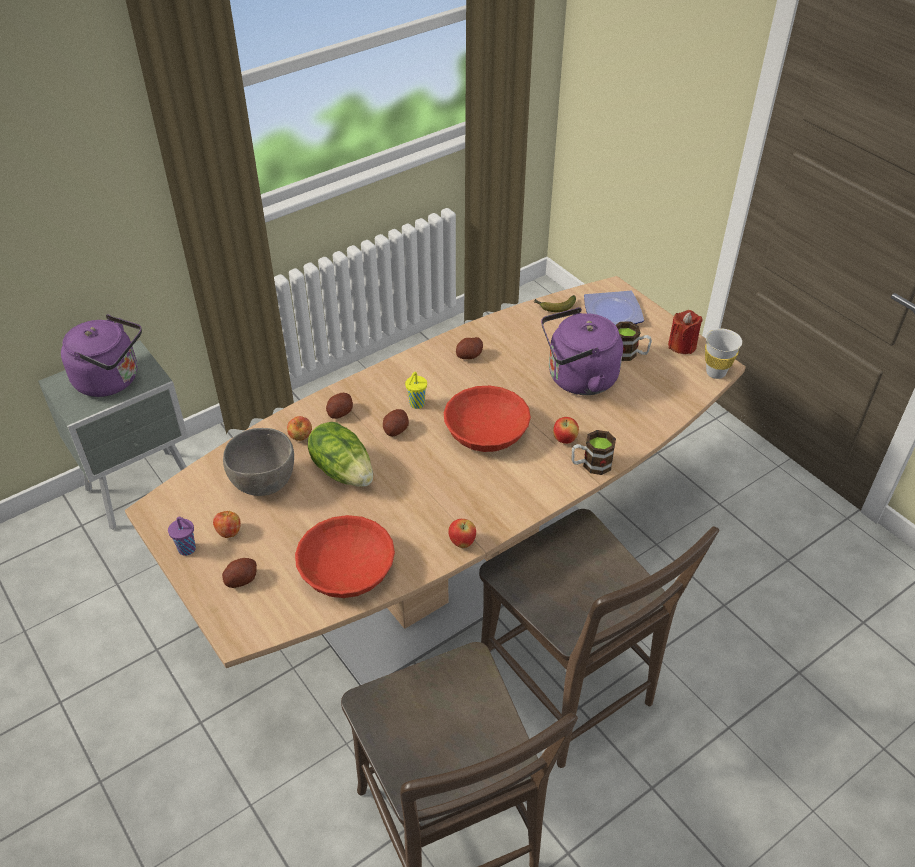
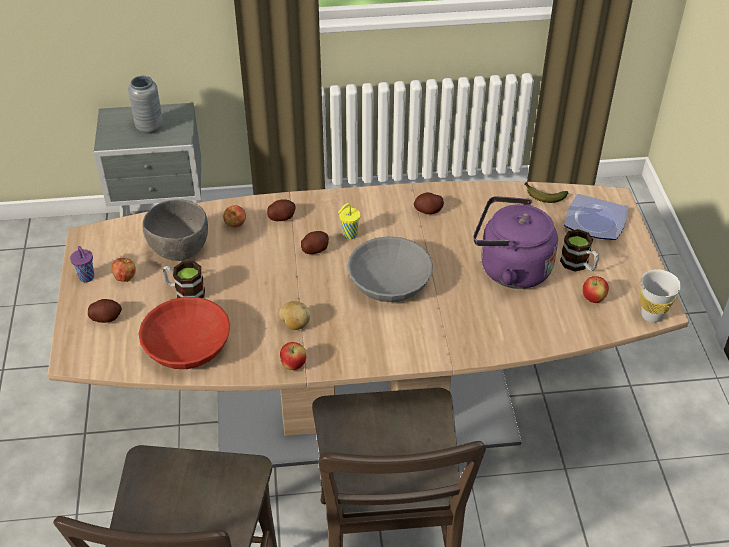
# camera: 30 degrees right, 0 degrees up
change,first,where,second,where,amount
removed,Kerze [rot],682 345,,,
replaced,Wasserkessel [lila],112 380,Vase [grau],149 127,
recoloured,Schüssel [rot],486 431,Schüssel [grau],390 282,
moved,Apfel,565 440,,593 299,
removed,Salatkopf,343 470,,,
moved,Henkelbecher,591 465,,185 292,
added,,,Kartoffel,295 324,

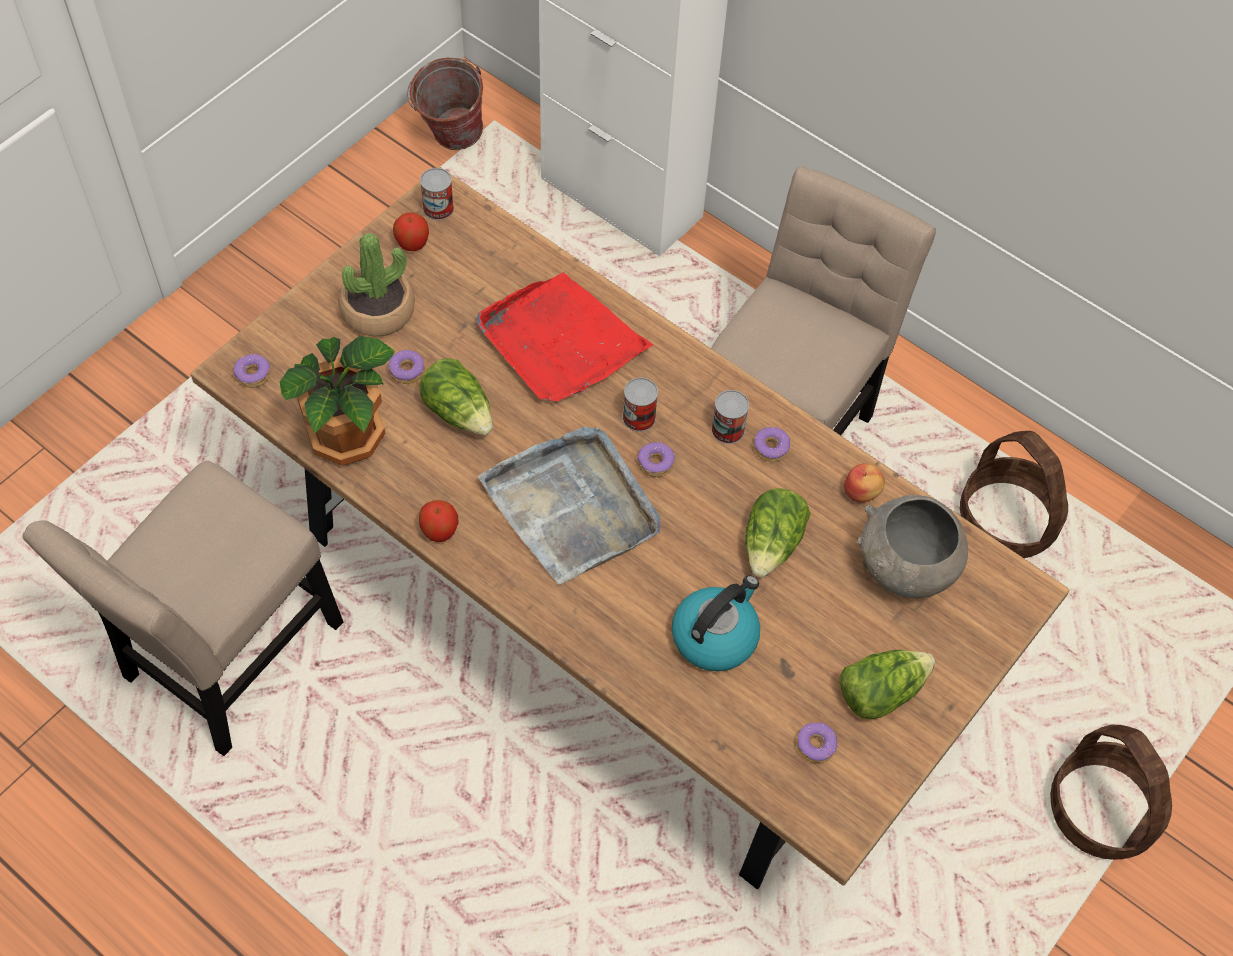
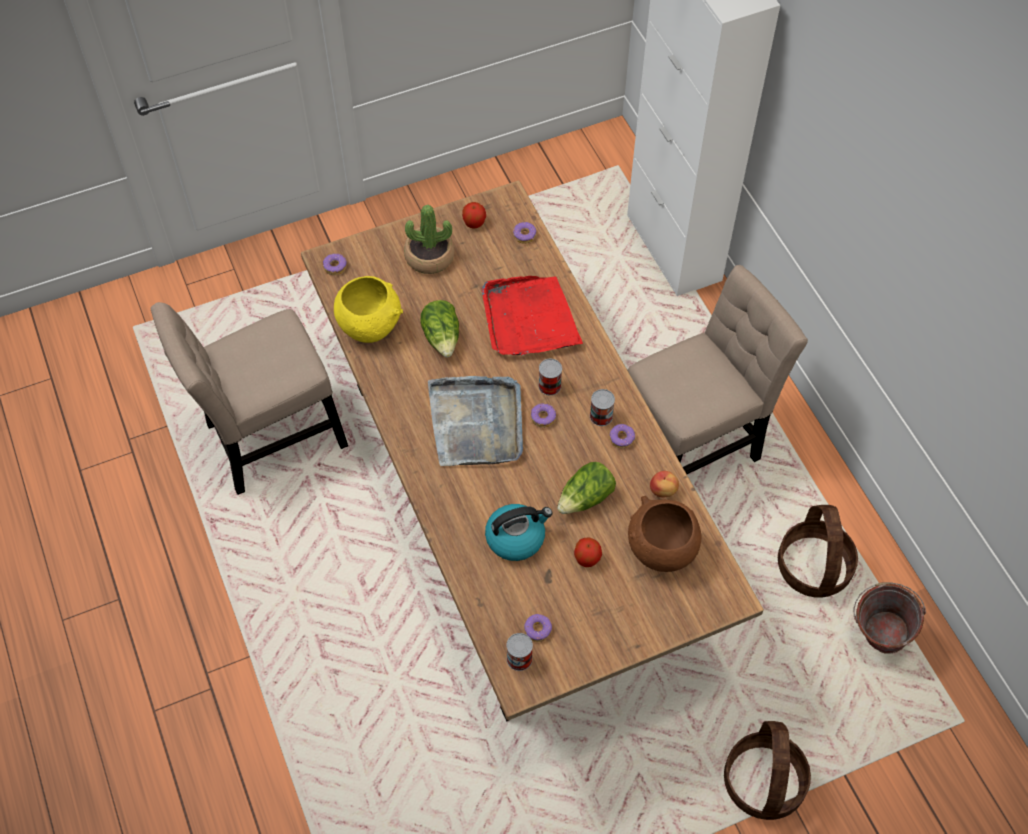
# camera: 30 degrees right, 0 degrees up
change,first,where,second,where,amount
moved,Eimer,449 140,,875 638,
moved,Dose,438 208,,519 658,
replaced,Topfpflanze,350 436,Schüssel [gelb],369 326,
moved,Donut,407 371,,524 236,
recoloured,Schüssel [grau],905 570,Schüssel [braun],661 550,
moved,Apfel,439 530,,587 558,
removed,Salatkopf,880 691,,,

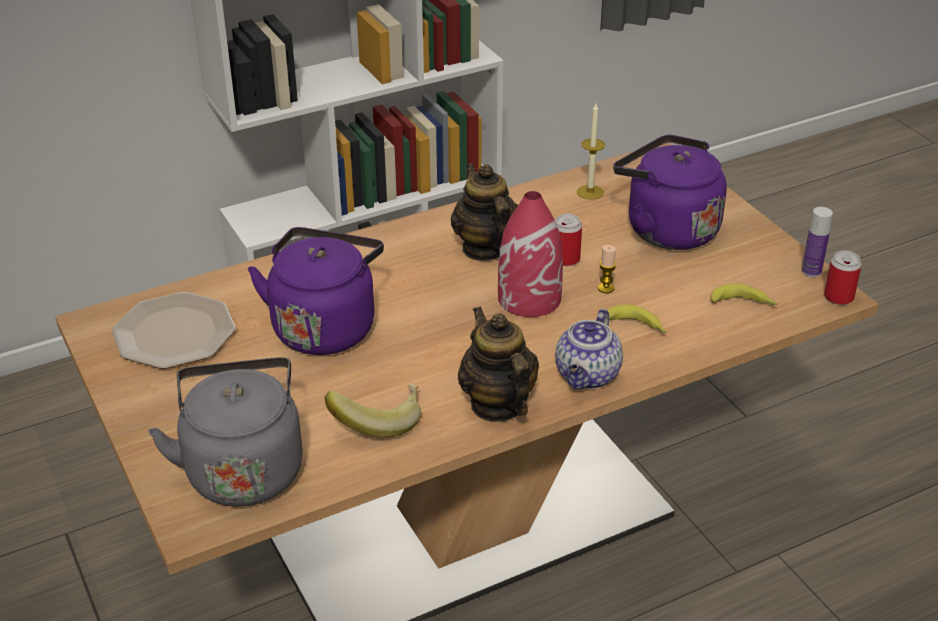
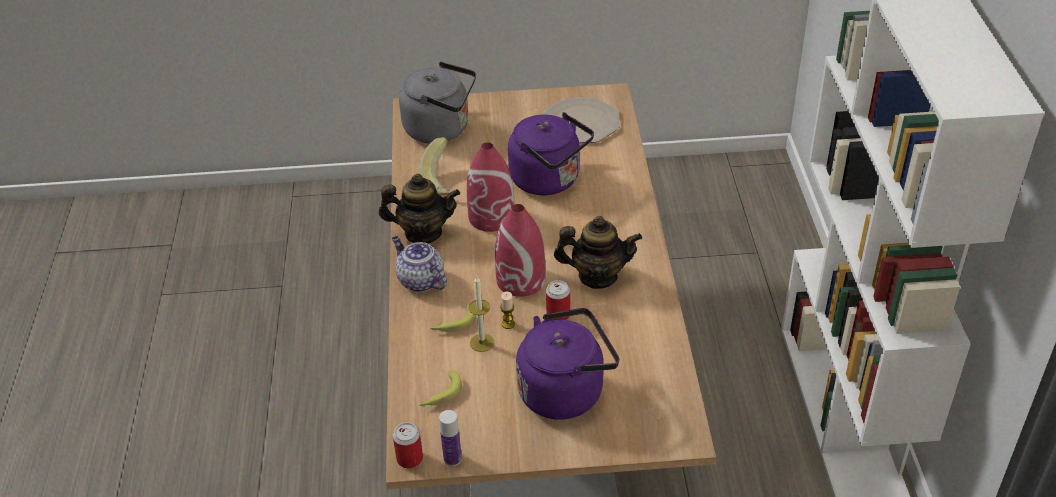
# camera: 115 degrees right, 5 degrees up
change,first,where,second,where,amount
moved,Kerze,590 192,,482 342,
added,,,Vase [rot],492 217,

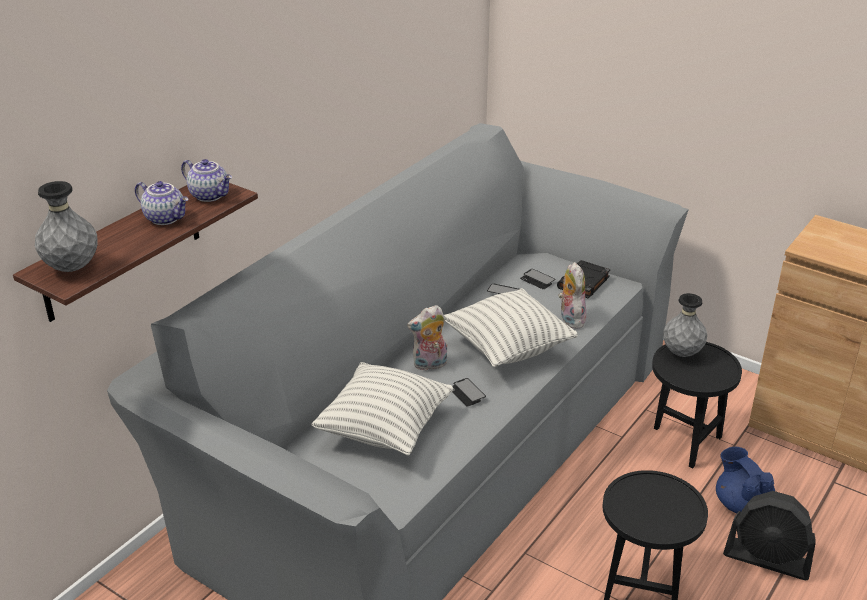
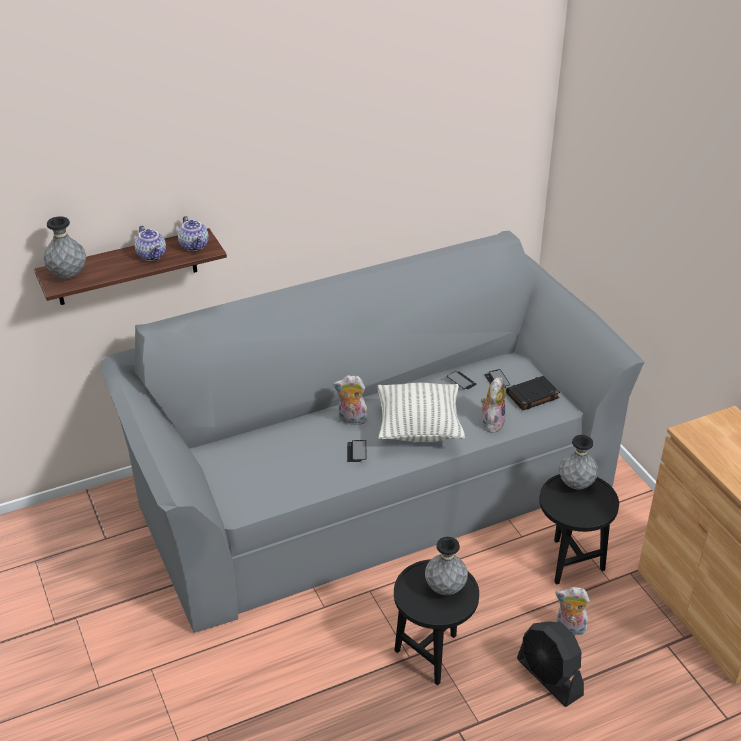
# camera: 30 degrees right, 5 degrees up
change,first,where,second,where,amount
removed,Kissen,384 429,,,
replaced,Teekanne [blau],741 504,Plüschtier,569 628,
added,,,Vase [grau],445 588,

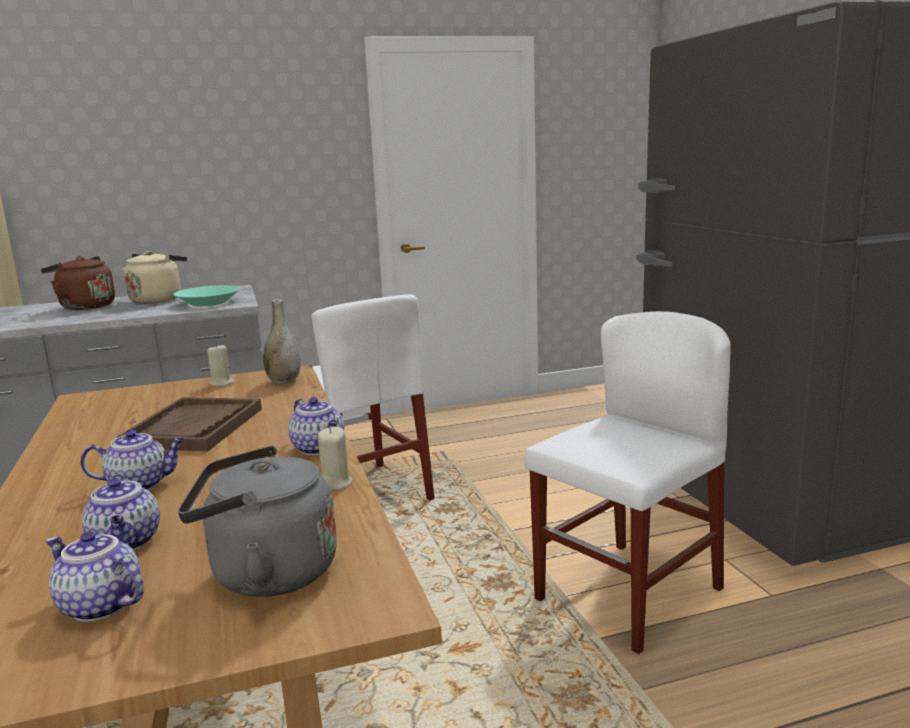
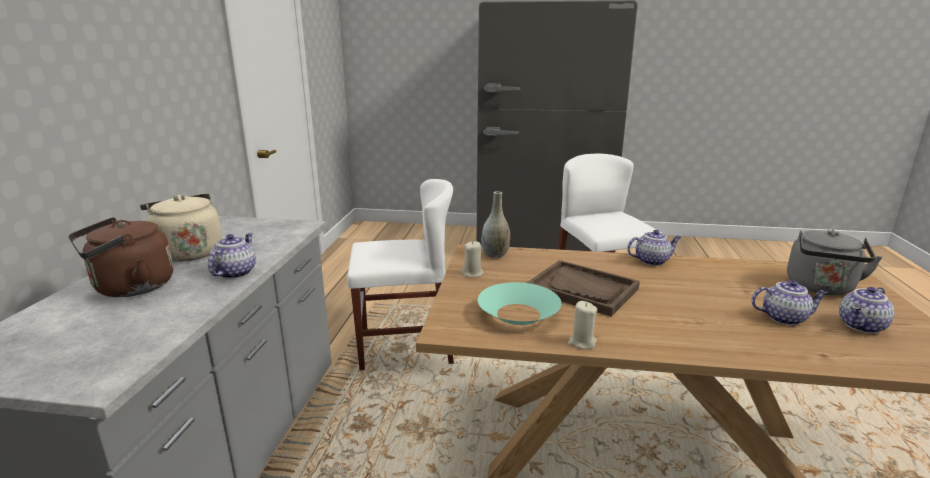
# camera: 65 degrees left, 5 degrees up
change,first,where,second,where,amount
moved,Schüssel [türkis],209 302,,518 314,
moved,Kerze [beige],335 483,,582 342,
moved,Teekanne,140 484,,235 272,

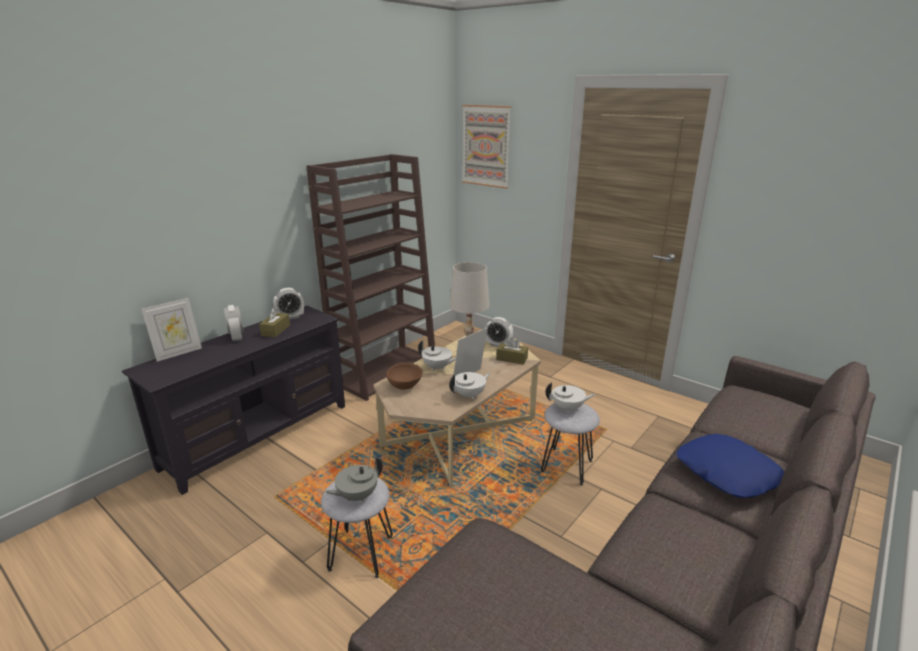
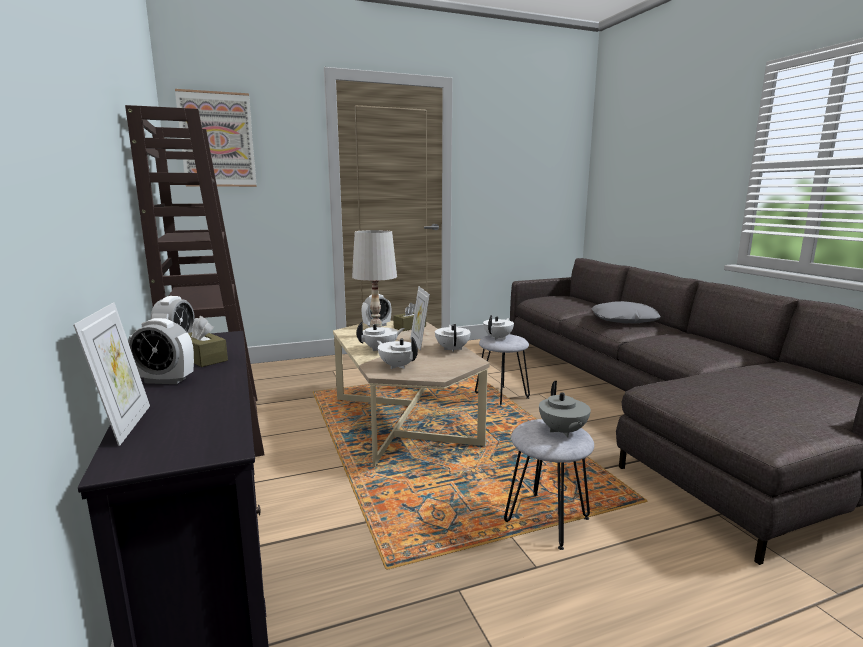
# camera: 60 degrees left, 10 degrees down
change,first,where,second,where,amount
replaced,Schüssel [braun],405 386,Teekanne [weiß],397 366,
recoloured,Kissen [blau],726 473,Kissen [grau],624 320,

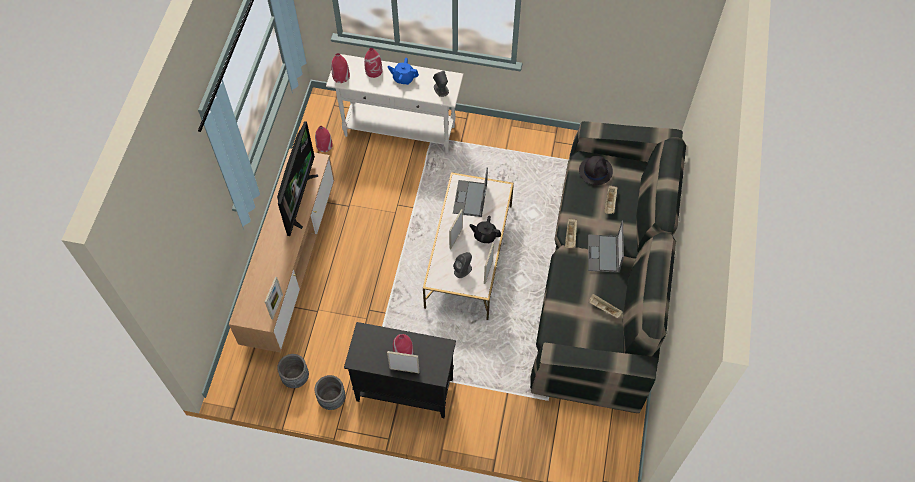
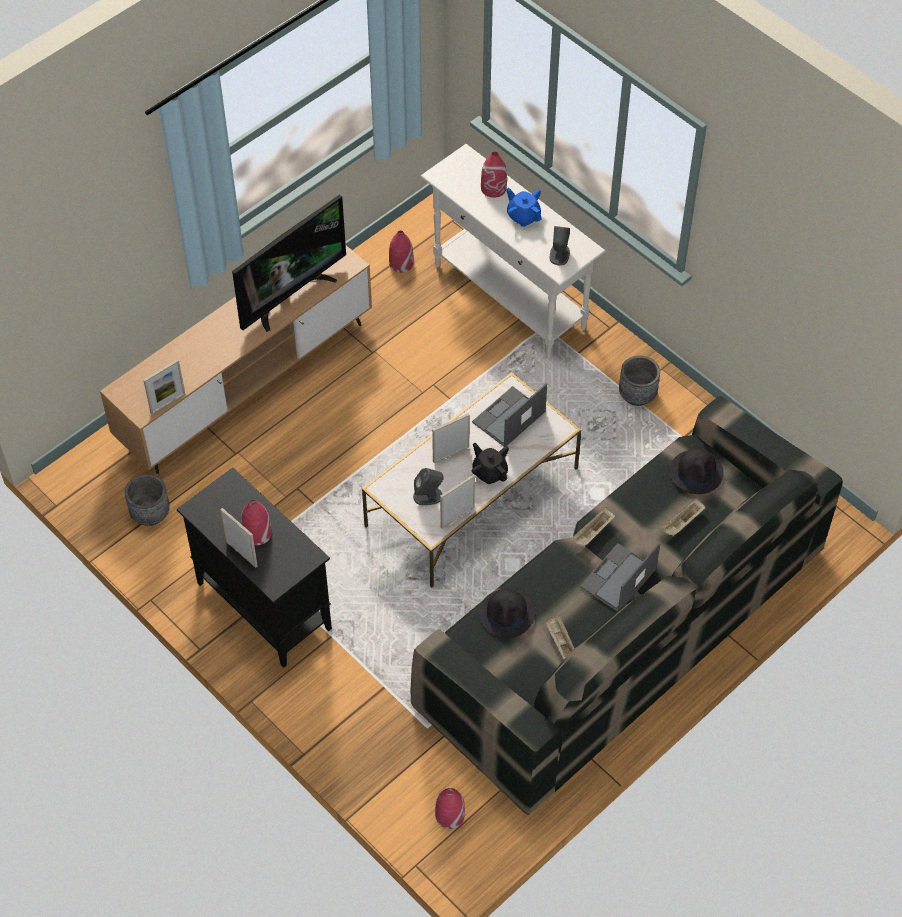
# camera: 35 degrees right, 5 degrees down
change,first,where,second,where,amount
moved,Vase [rot],341 76,,449 815,
moved,Pflanzkübel [grau],332 399,,637 395,
added,,,Hut [schwarz],507 614,

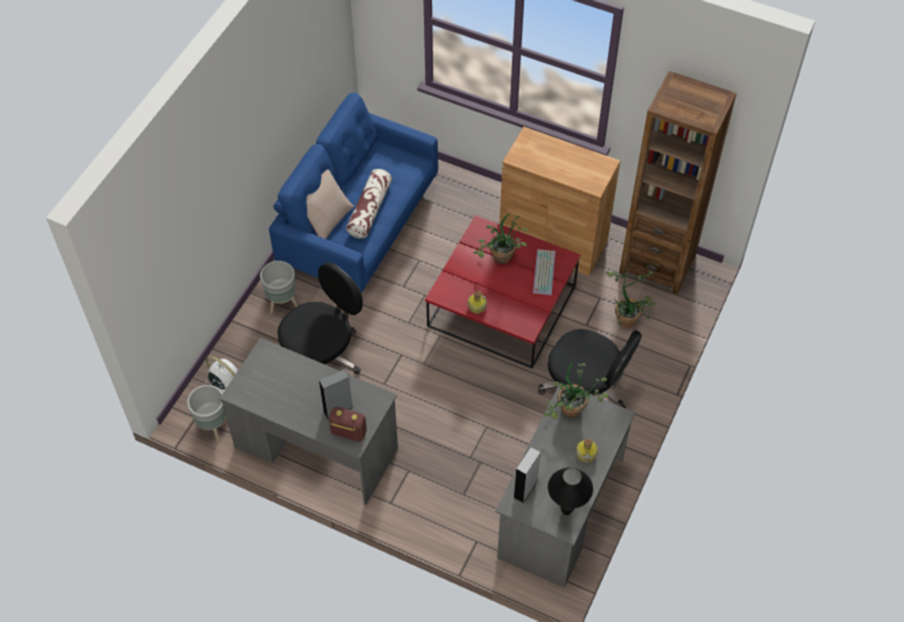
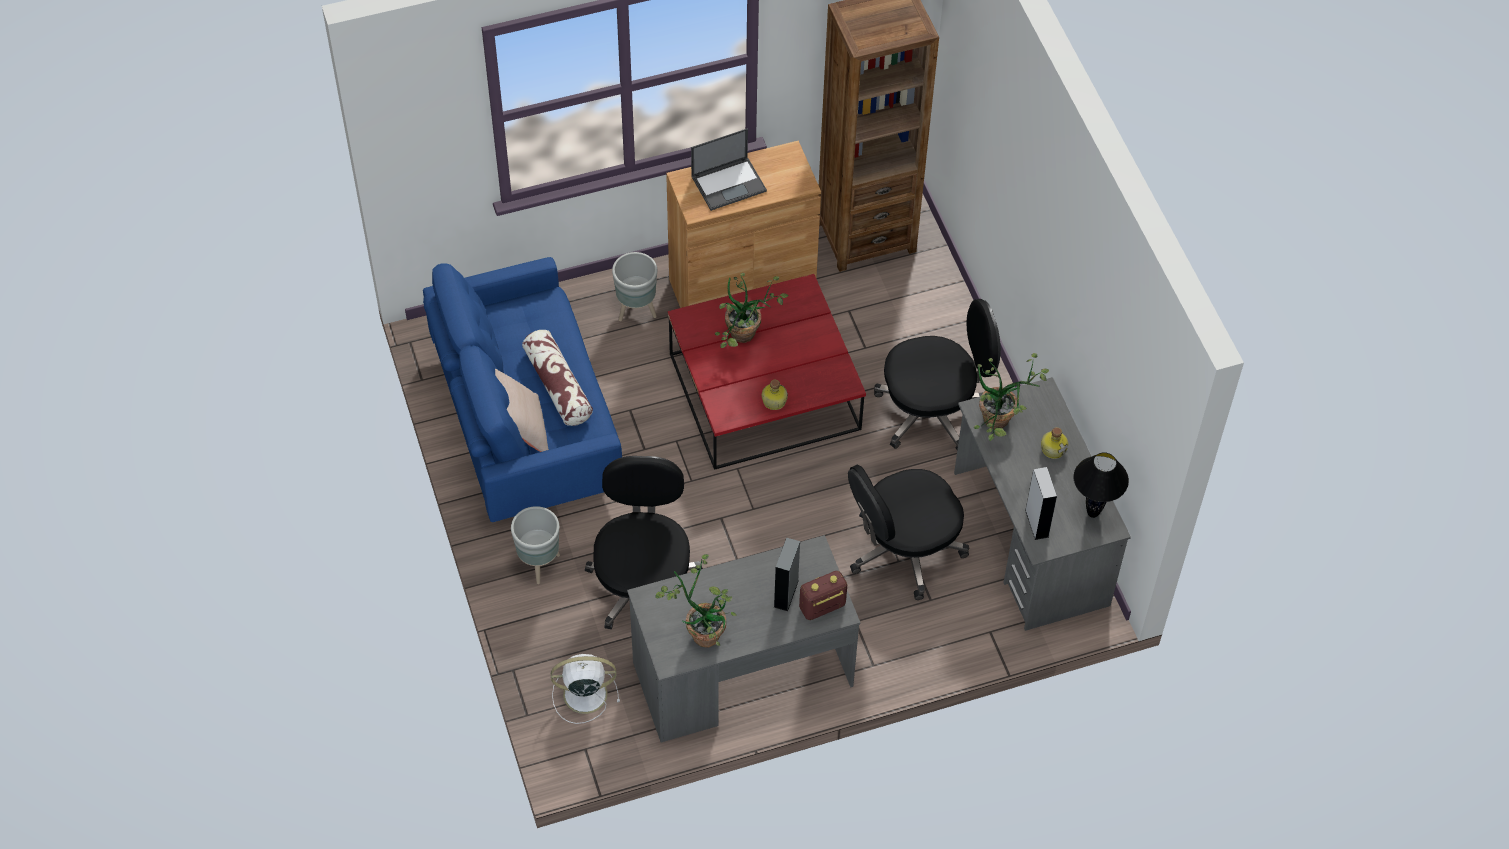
# camera: 45 degrees left, 0 degrees up
change,first,where,second,where,amount
removed,Tastatur,543 271,,,
moved,Topfpflanze,627 316,,703 629,
moved,Pflanzkübel [grau],213 428,,636 311,
added,,,Laptop,729 183,
added,,,Bürostuhl [schwarz],903 550,

